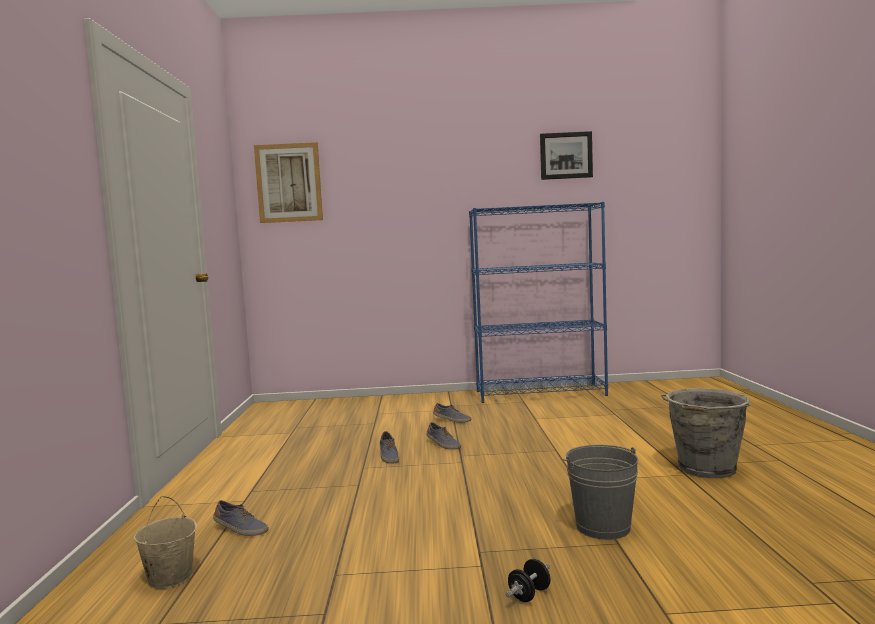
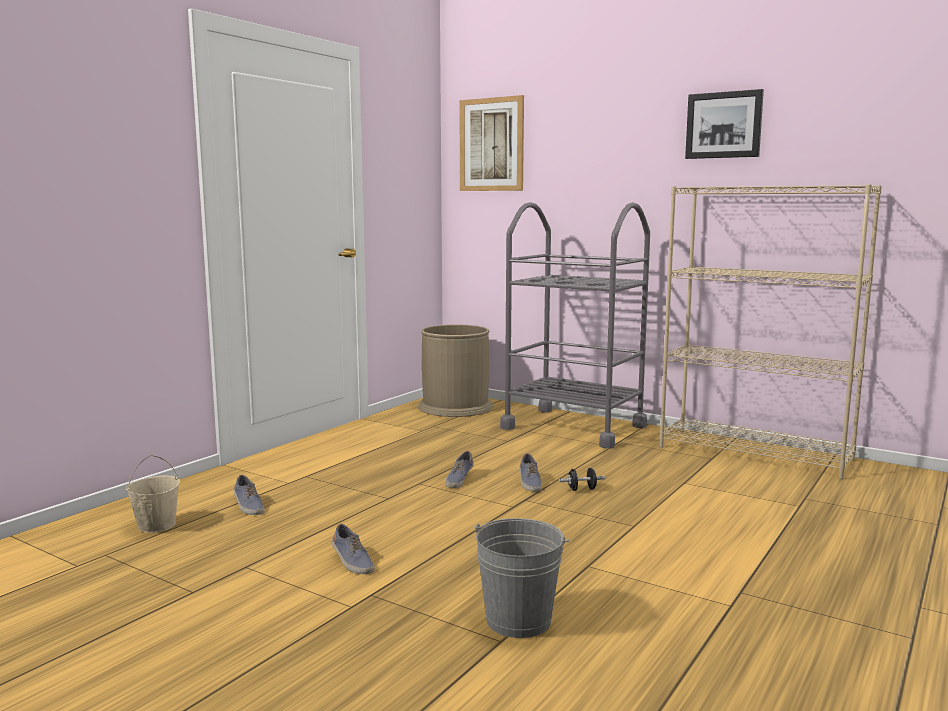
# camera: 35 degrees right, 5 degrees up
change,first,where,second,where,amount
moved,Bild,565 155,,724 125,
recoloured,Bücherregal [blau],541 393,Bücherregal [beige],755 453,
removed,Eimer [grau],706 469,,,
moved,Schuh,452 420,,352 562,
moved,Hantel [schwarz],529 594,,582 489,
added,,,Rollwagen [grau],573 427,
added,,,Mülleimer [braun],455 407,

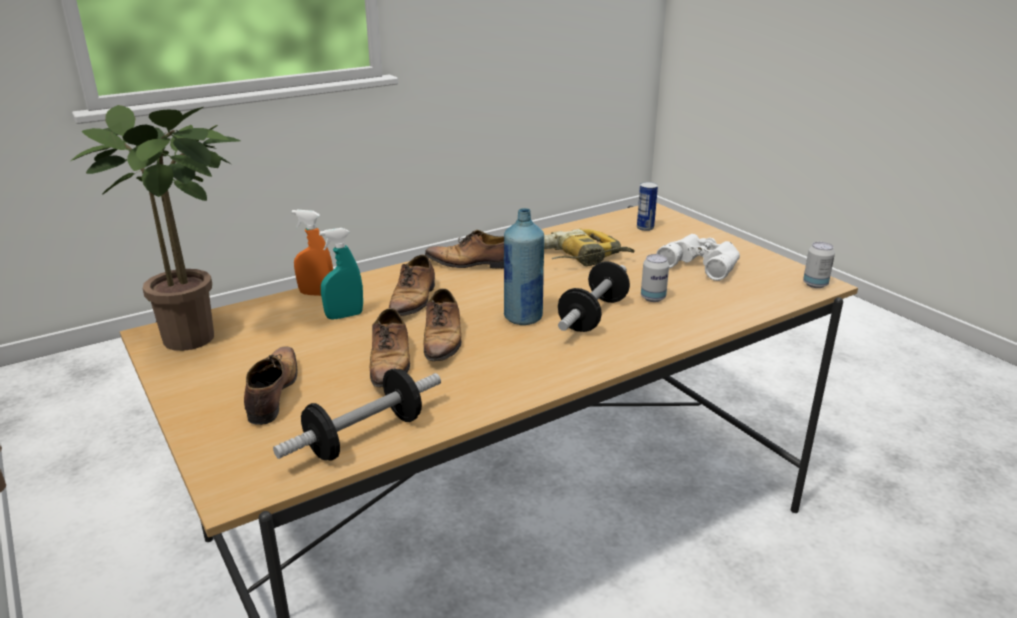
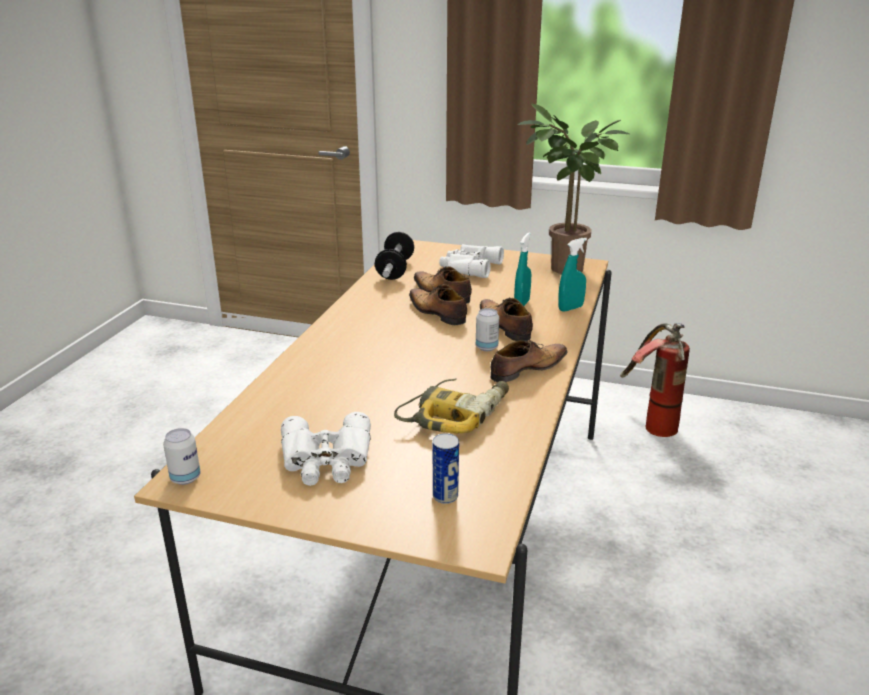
# camera: 140 degrees right, 0 degrees up
change,first,where,second,where,amount
removed,Flasche [blau],523 318,,,
recoloured,Sprühflasche [orange],316 294,Sprühflasche [türkis],570 308,
moved,Dose,653 298,,486 347,
removed,Hantel,593 315,,,
replaced,Schuh,273 393,Fernglas [weiß],468 267,
added,,,Feuerlöscher,649 423,

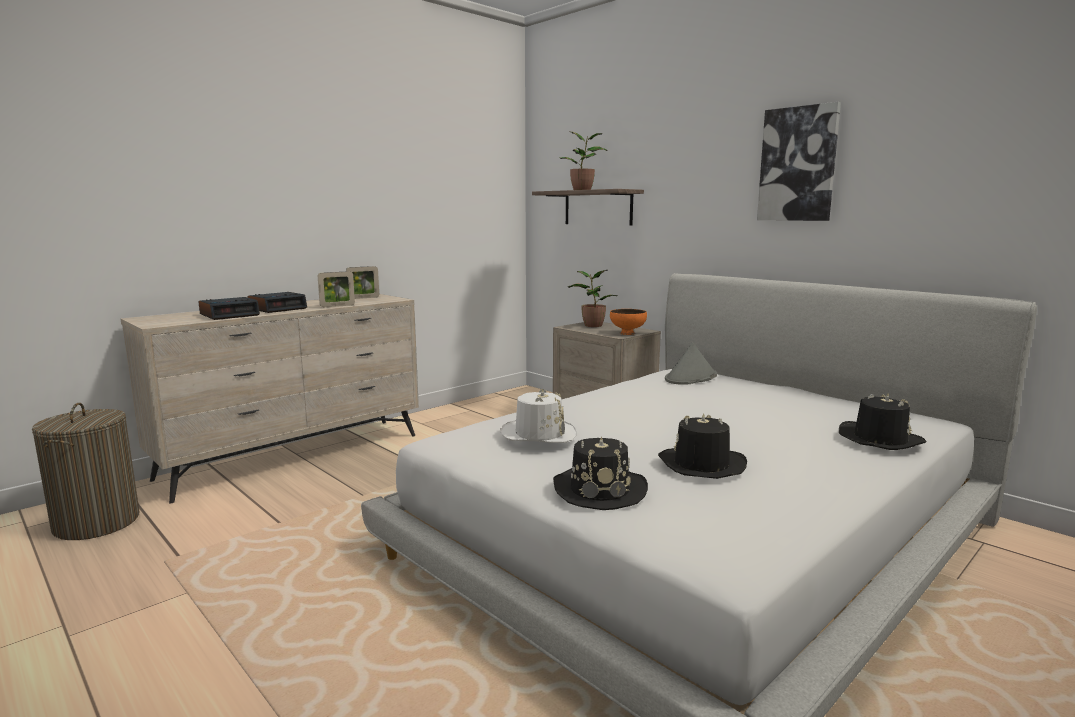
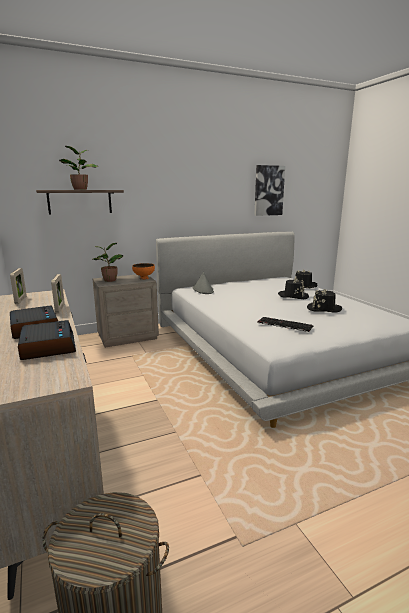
# camera: 70 degrees left, 5 degrees up
change,first,where,second,where,amount
moved,Bild,798 164,,268 190,
replaced,Hut [weiß],538 434,Tastatur,284 324,
moved,Hut [schwarz],600 490,,293 296,

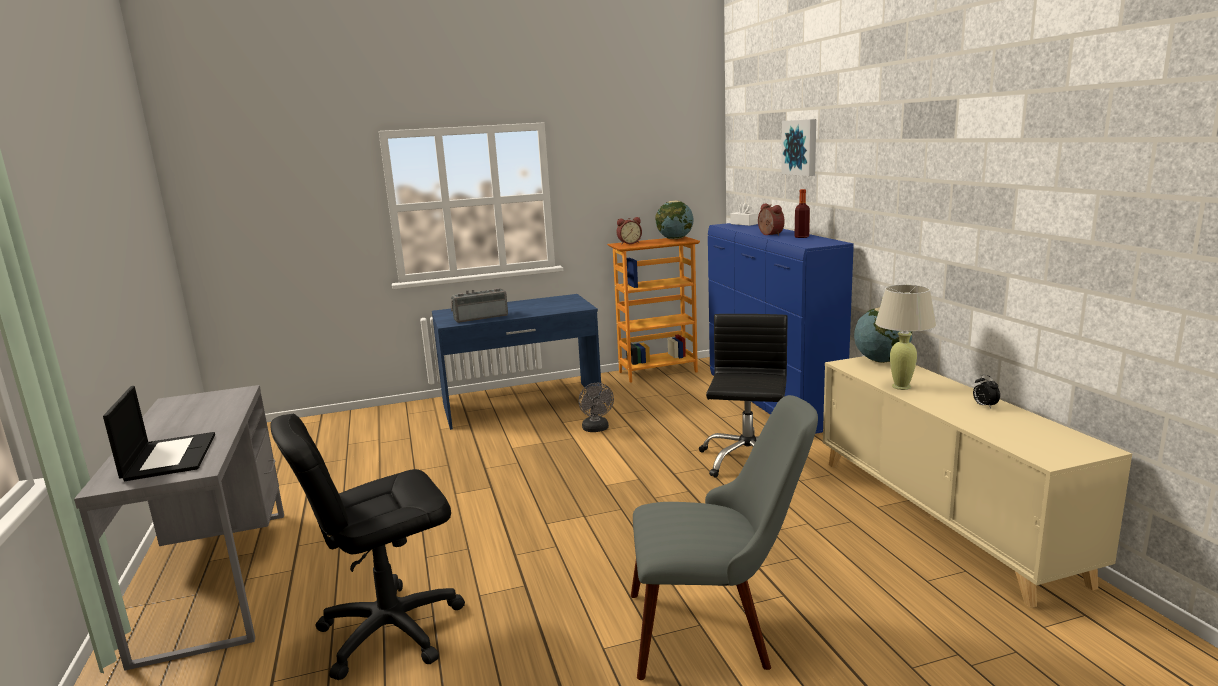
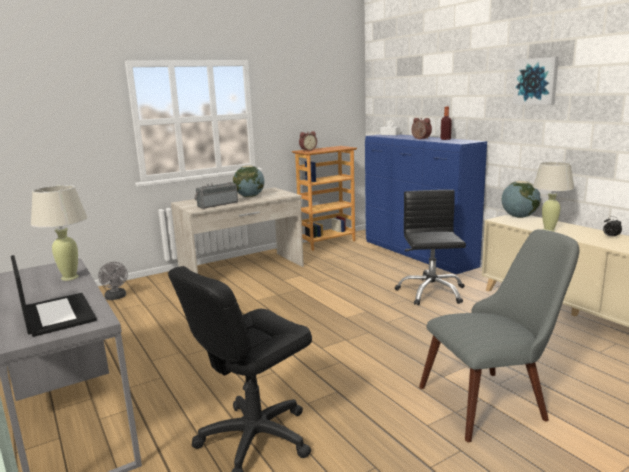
# camera: 15 degrees left, 0 degrees up
change,first,where,second,where,amount
moved,Bild,801 147,,536 81,
moved,Globus,675 239,,250 196,
recoloured,Schreibtisch [blau],521 405,Schreibtisch [beige],242 271,
moved,Ventilator [grau],596 429,,116 297,
added,,,Tischlampe [beige],70 277,

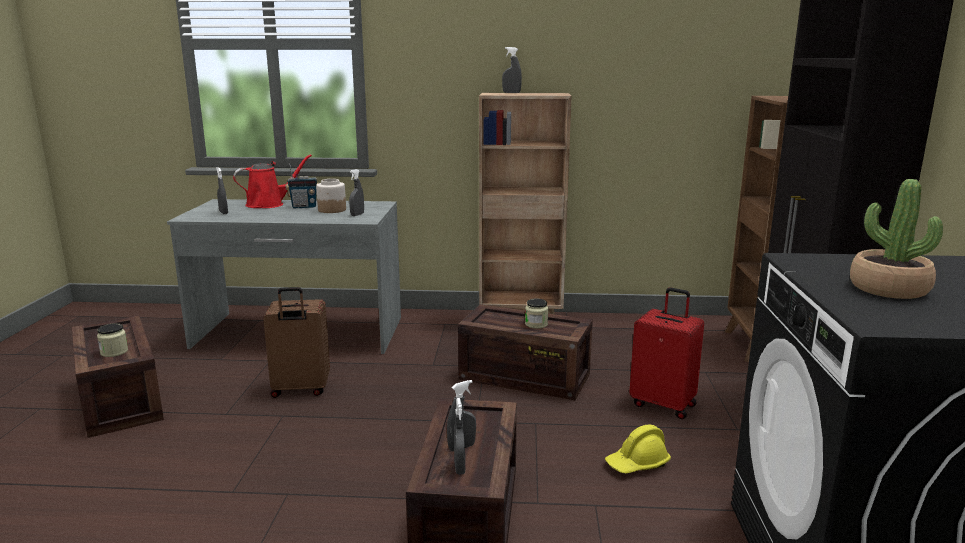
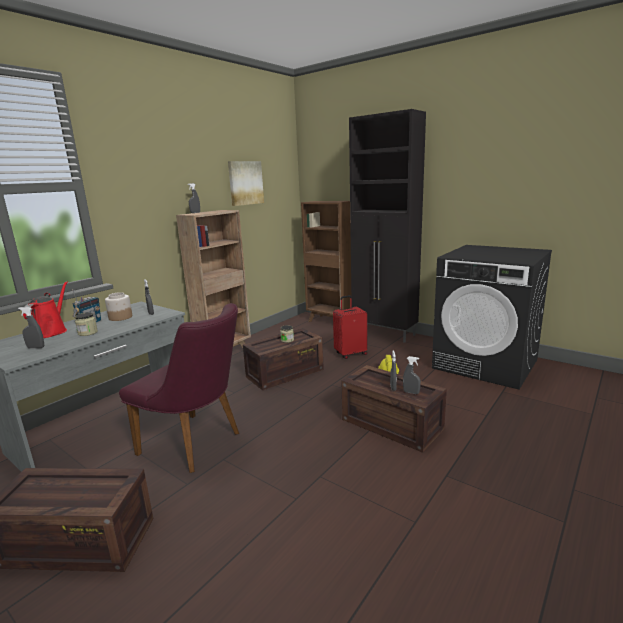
# camera: 55 degrees left, 0 degrees up
change,first,where,second,where,amount
removed,Topfpflanze,888 289,,,
replaced,Koffer [braun],300 389,Stuhl [lila],197 444,
moved,Vorratsglas,114 352,,87 333,
added,,,Bild,245 183,

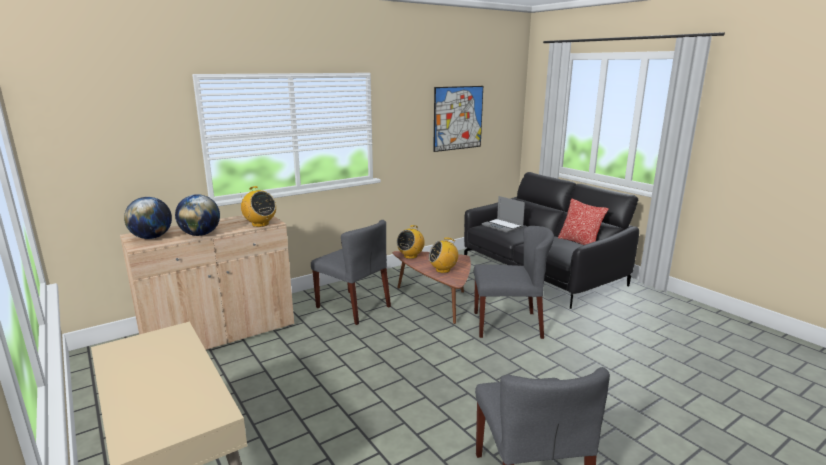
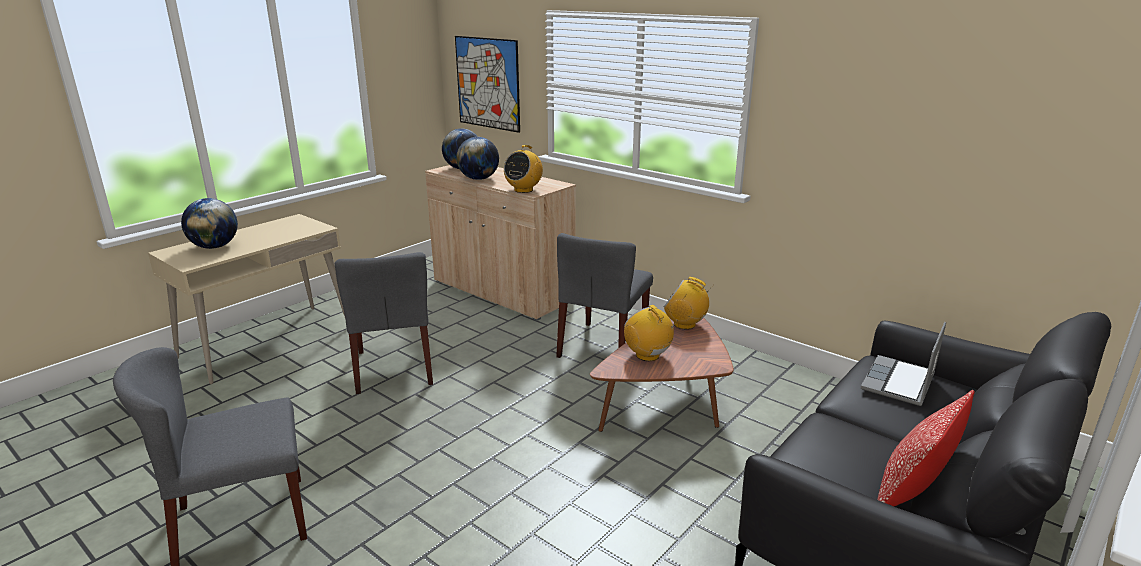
# camera: 75 degrees right, 5 degrees up
change,first,where,second,where,amount
moved,Bild,458 118,,487 83,
moved,Stuhl [grau],508 324,,394 368,
added,,,Globus,215 247,

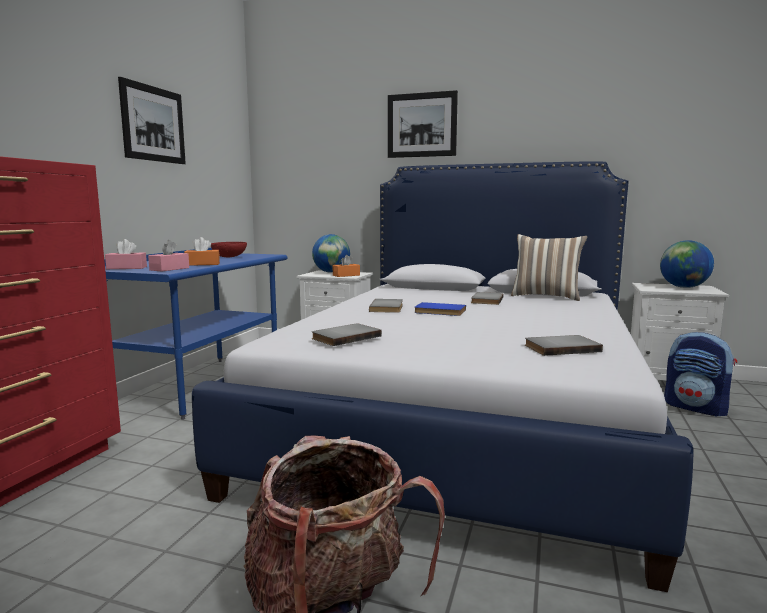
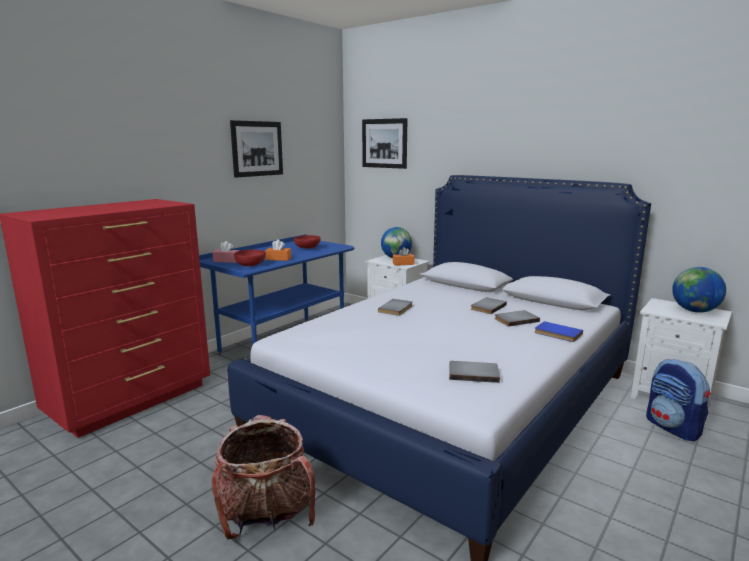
# camera: 20 degrees right, 5 degrees up
change,first,where,second,where,amount
moved,Bild,421 125,,384 143,
removed,Kissen,546 296,,,
replaced,Taschentuchbox [rosa],169 269,Schüssel [rot],250 265,
moved,Buch [blau],439 311,,557 334,
moved,Buch [grau],345 337,,515 319,

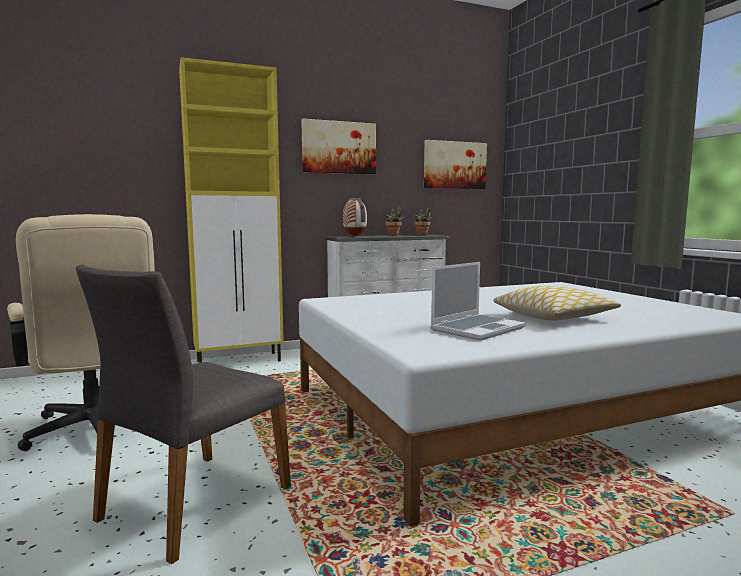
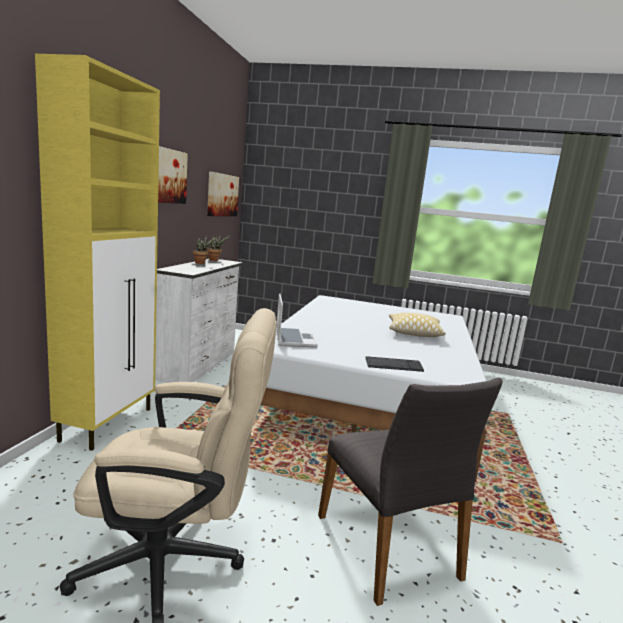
# camera: 55 degrees left, 5 degrees up
change,first,where,second,where,amount
removed,Vase,354 236,,,
moved,Laptop,477 329,,294 338,
added,,,Tastatur,393 365,

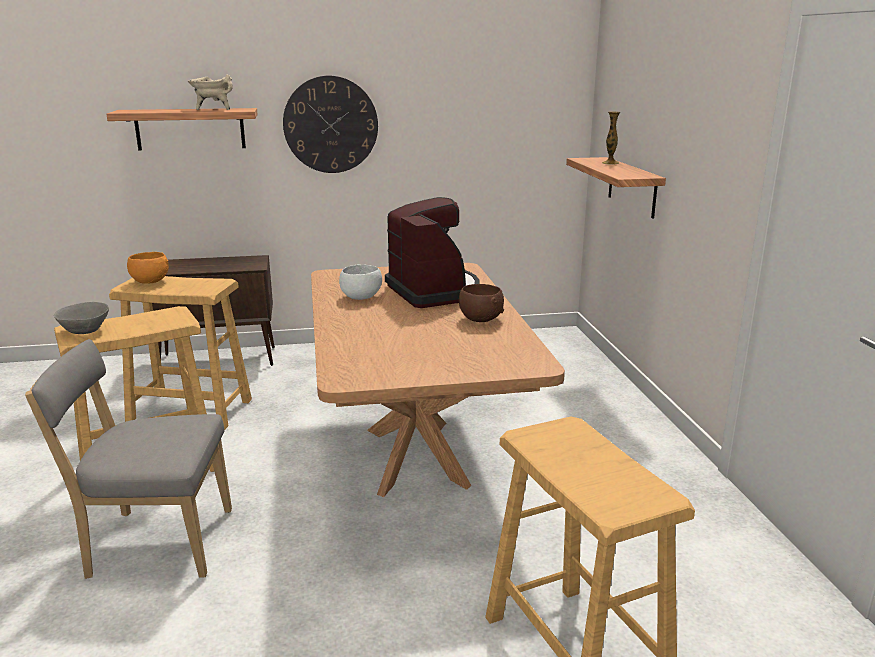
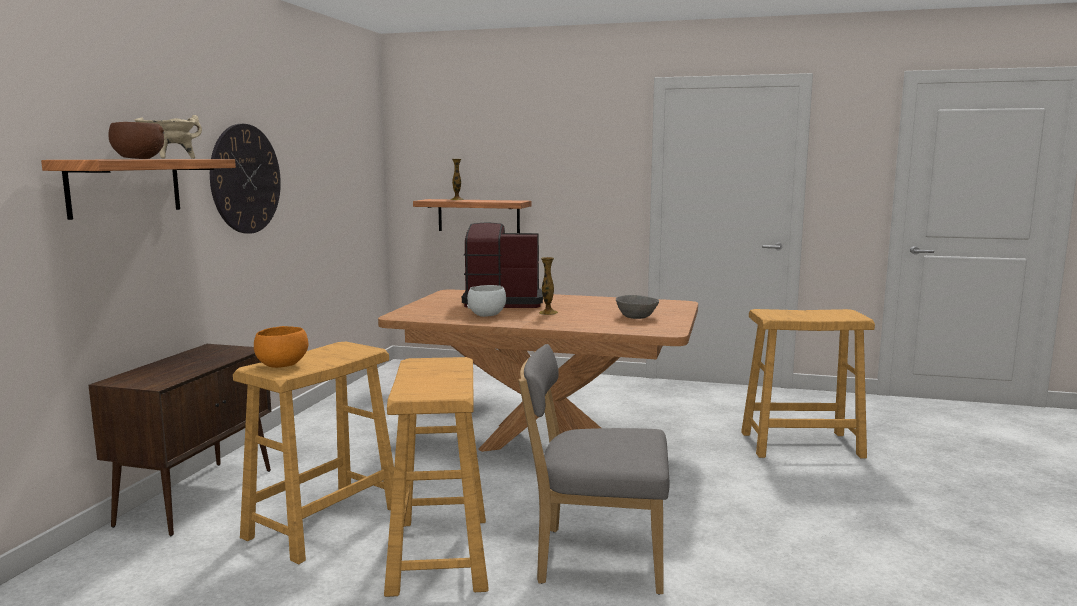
# camera: 65 degrees left, 10 degrees down
change,first,where,second,where,amount
moved,Schüssel [braun],480 319,,138 159,
moved,Schüssel [grau],84 331,,636 317,
turned,Stuhl [grau],154 543,,594 558,75 degrees clockwise
added,,,Vase,548 313,

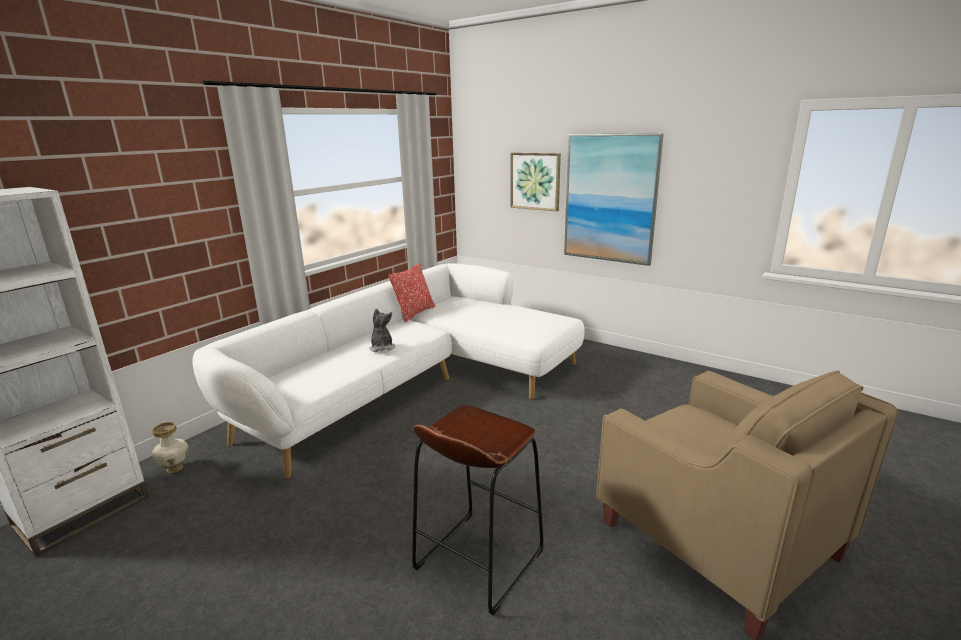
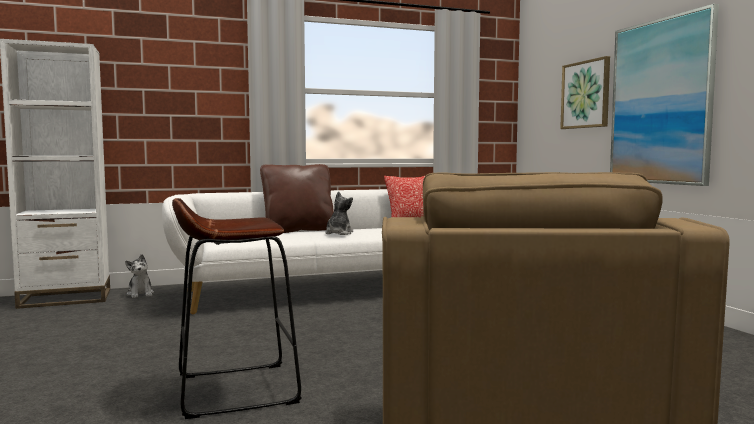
# camera: 35 degrees right, 15 degrees down
change,first,where,second,where,amount
replaced,Vase,174 468,Plüschtier,140 294,
added,,,Kissen [braun],298 230,

